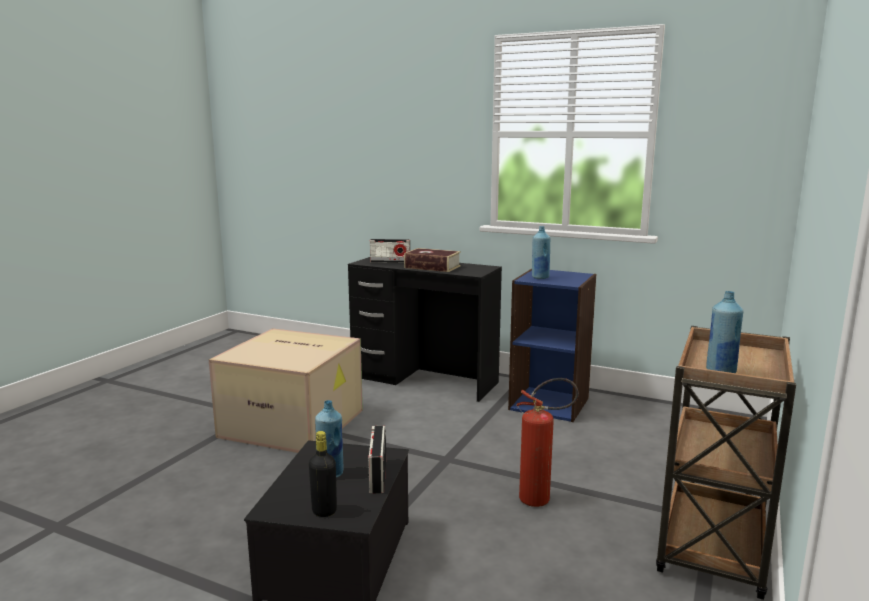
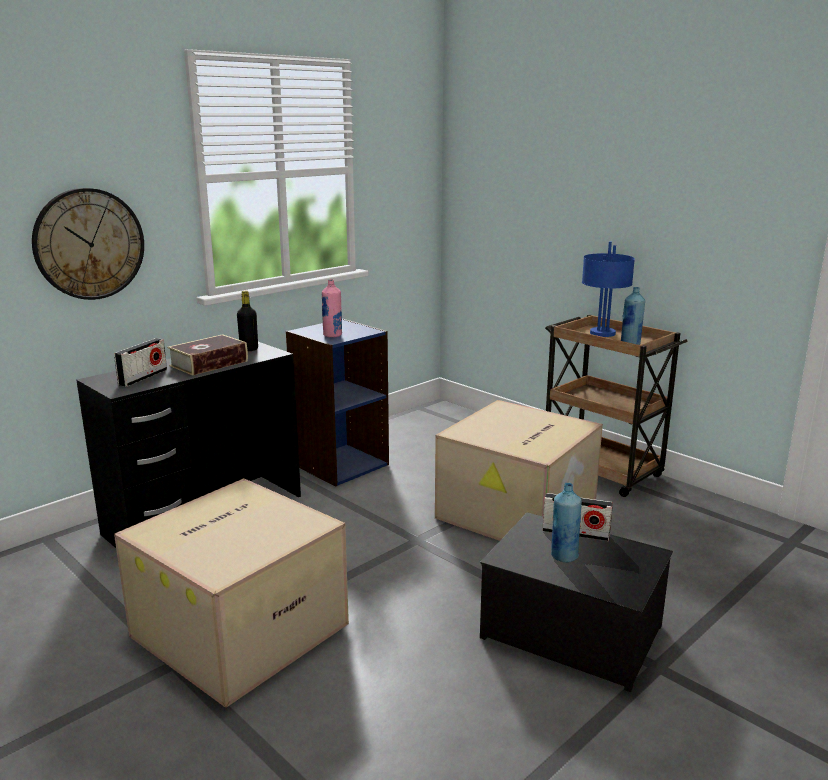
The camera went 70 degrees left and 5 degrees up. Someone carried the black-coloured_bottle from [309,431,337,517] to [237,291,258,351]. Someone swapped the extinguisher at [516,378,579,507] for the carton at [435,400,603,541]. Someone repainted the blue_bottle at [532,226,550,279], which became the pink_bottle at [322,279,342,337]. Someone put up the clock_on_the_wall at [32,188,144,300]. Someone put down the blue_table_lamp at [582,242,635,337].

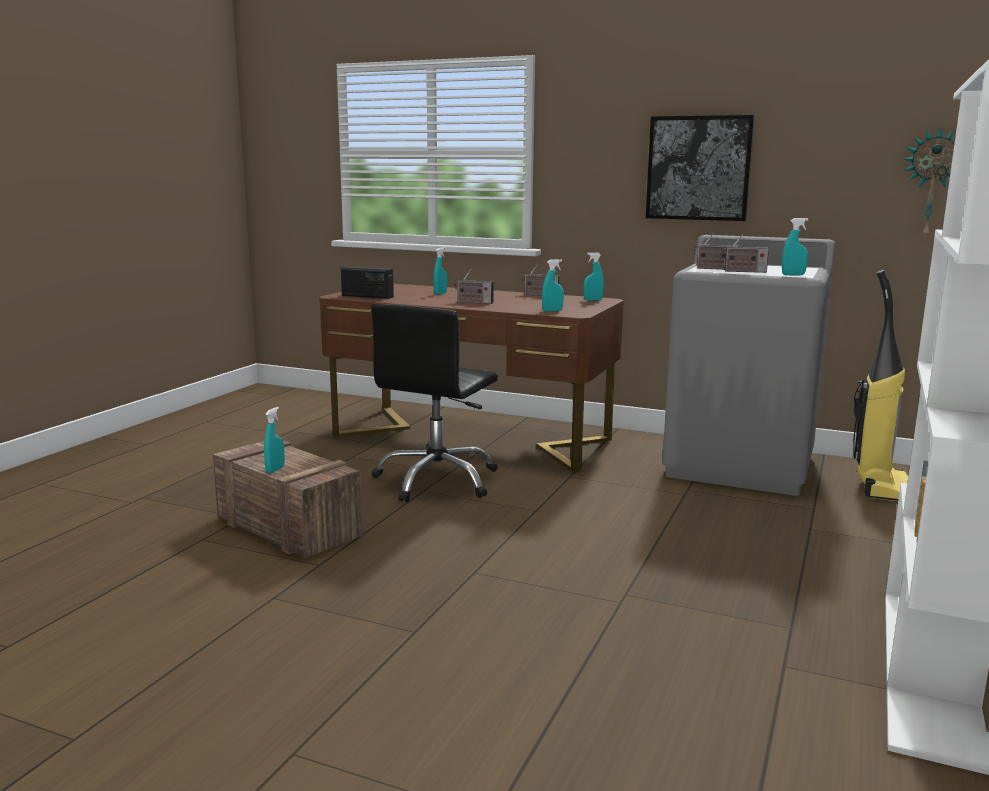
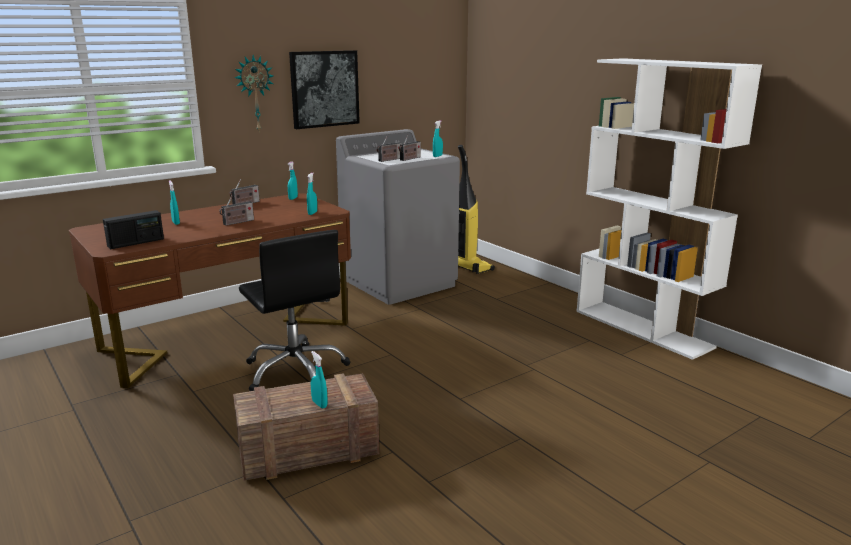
The camera went 60 degrees left and 5 degrees up. Someone carried the clock_on_the_wall from [903,127,955,239] to [234,55,274,133].

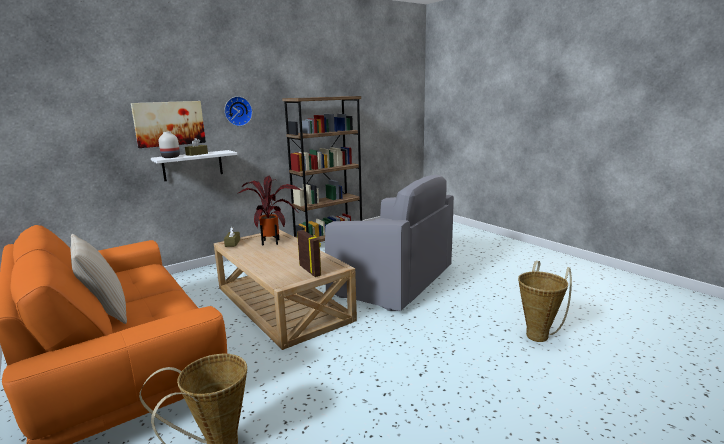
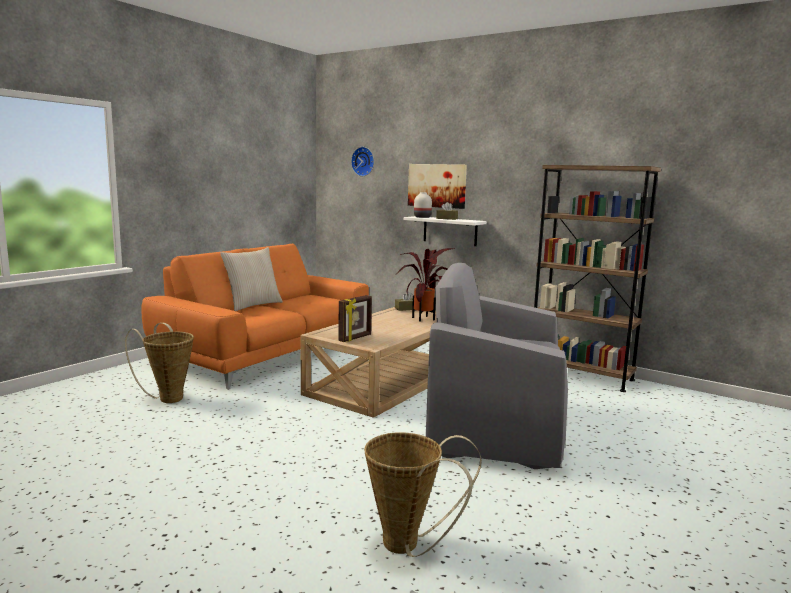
The camera went 70 degrees right and 5 degrees down. Someone carried the clock_on_the_wall from [224,96,253,126] to [351,147,374,176]. Someone rotated the greyish_easy_chair at [325,175,454,311] by 90 degrees clockwise.

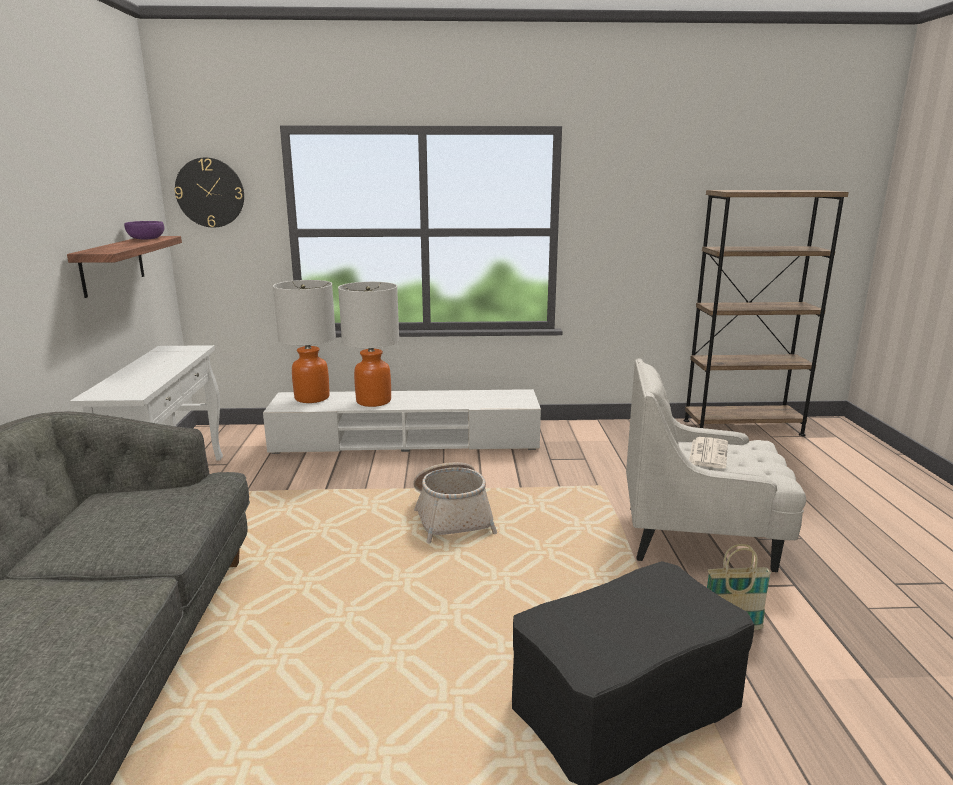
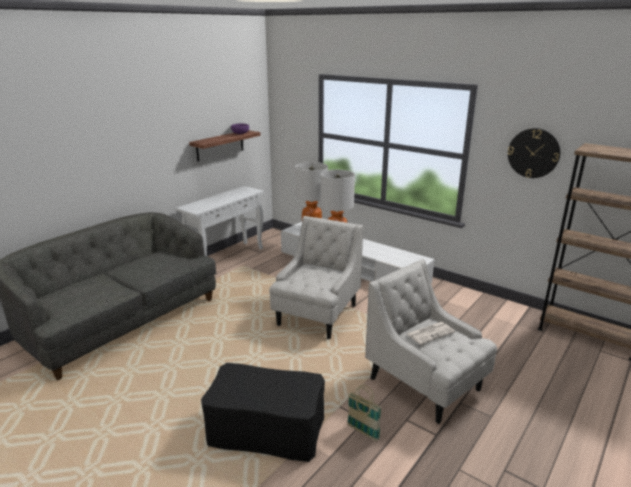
The camera went 40 degrees right and 5 degrees up. Someone carried the clock_on_the_wall from [174,158,244,228] to [508,128,560,178]. Someone swapped the basket at [414,462,497,544] for the white_easy_chair at [269,216,363,339].

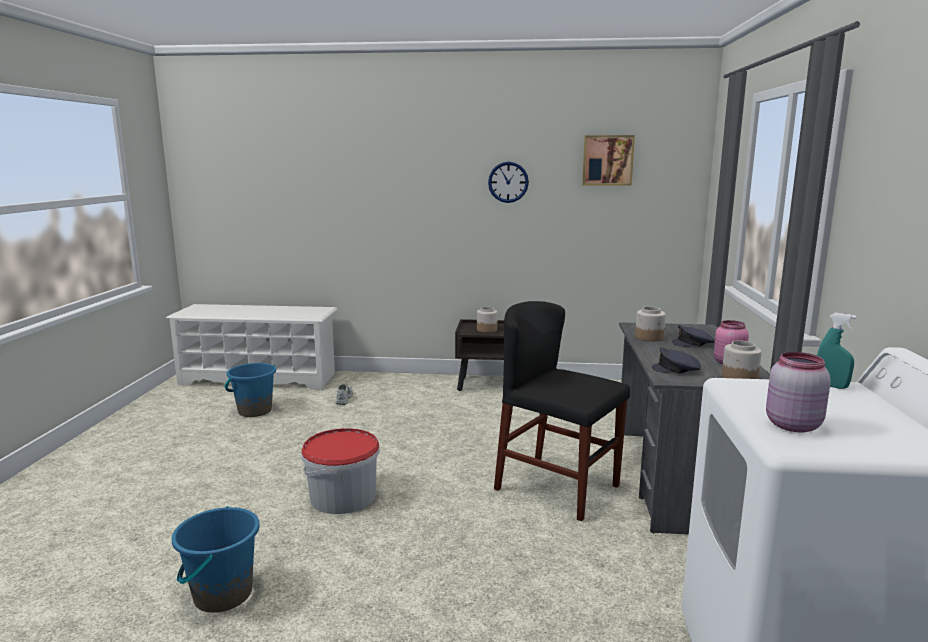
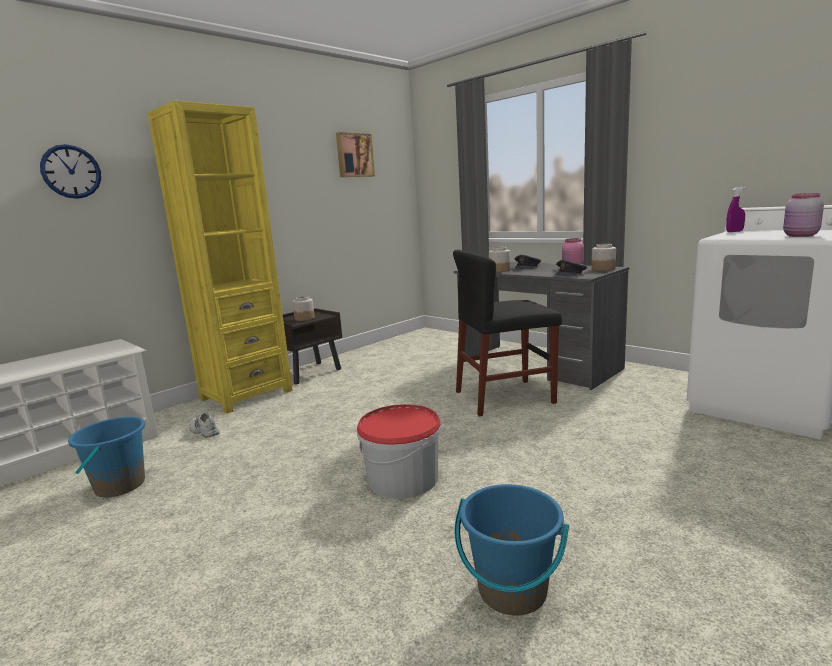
The camera went 50 degrees left and 0 degrees up. Someone carried the clock_on_the_wall from [488,162,529,203] to [40,144,101,199]. Someone repainted the turquoise-coloured_spray_bottle at [817,313,857,389], which became the purplish_spray_bottle at [726,187,746,232]. Someone put down the yellow_shelving_unit at [148,100,293,414].

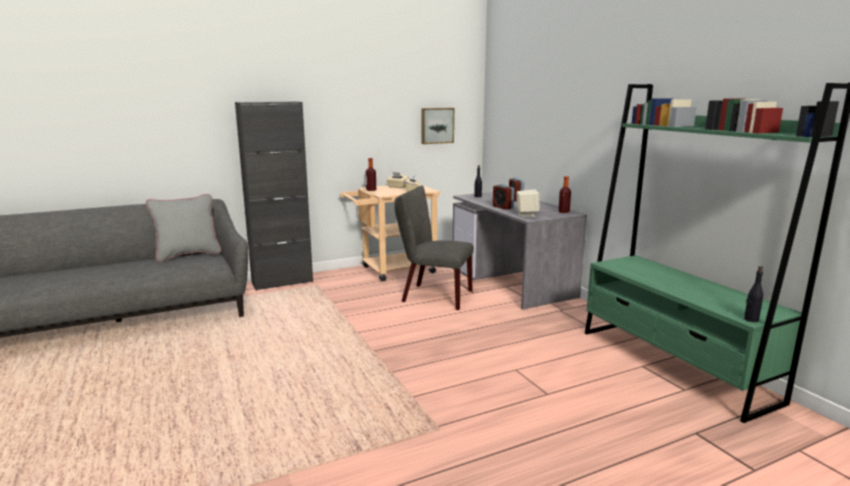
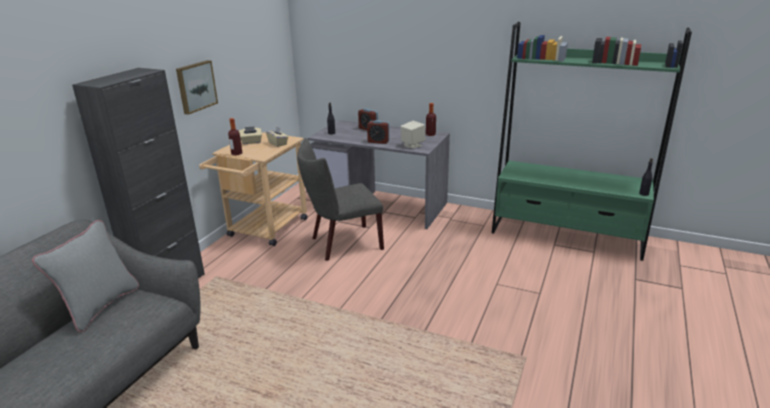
The camera went 40 degrees left and 10 degrees up. Someone carried the picture from [421,108,454,144] to [176,60,218,115].

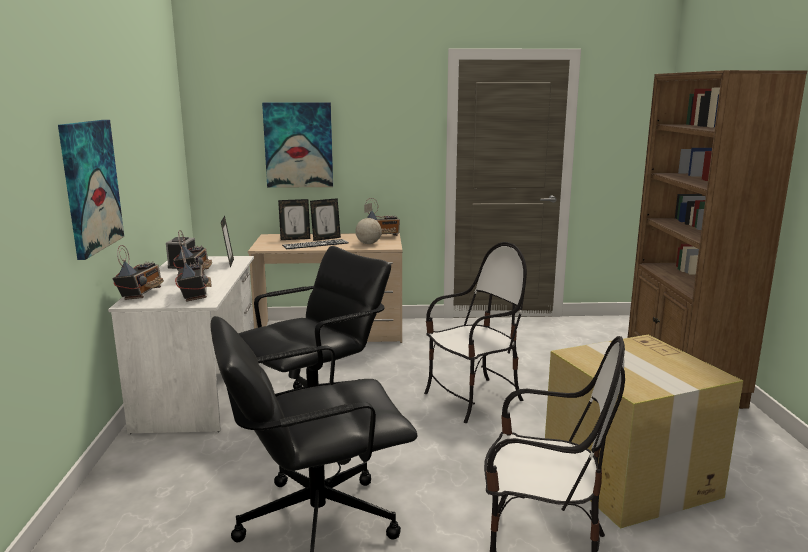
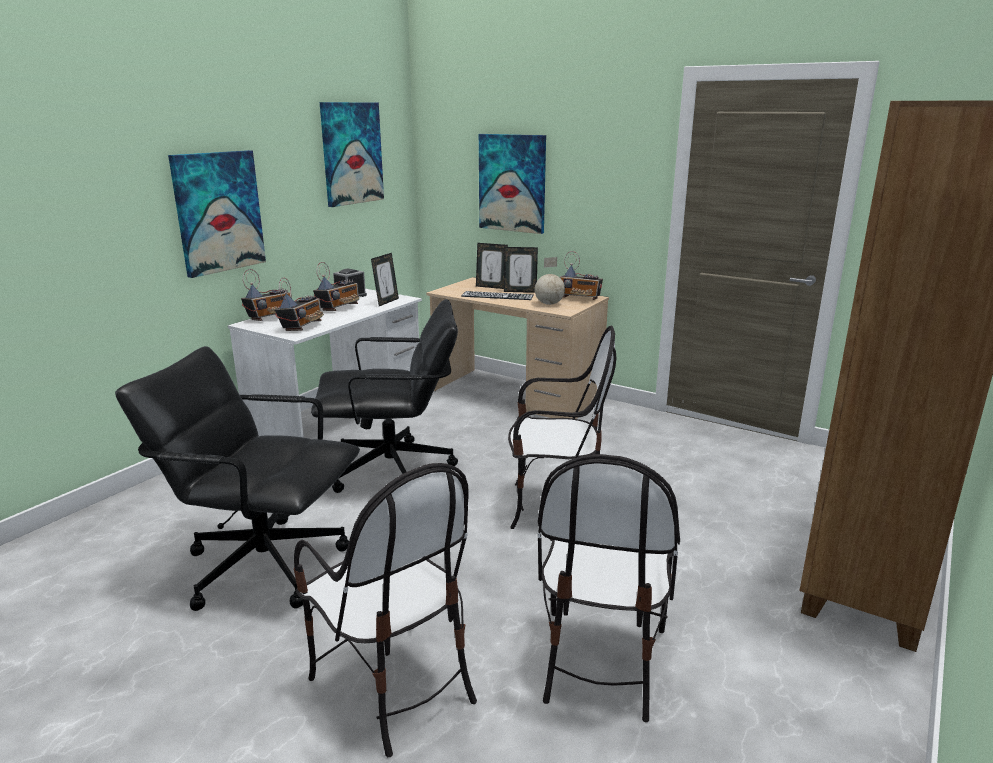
The camera went 35 degrees right and 5 degrees up. Someone swapped the carton at [545,335,743,529] for the chair at [537,454,680,722]. Someone put up the picture at [320,102,384,207].

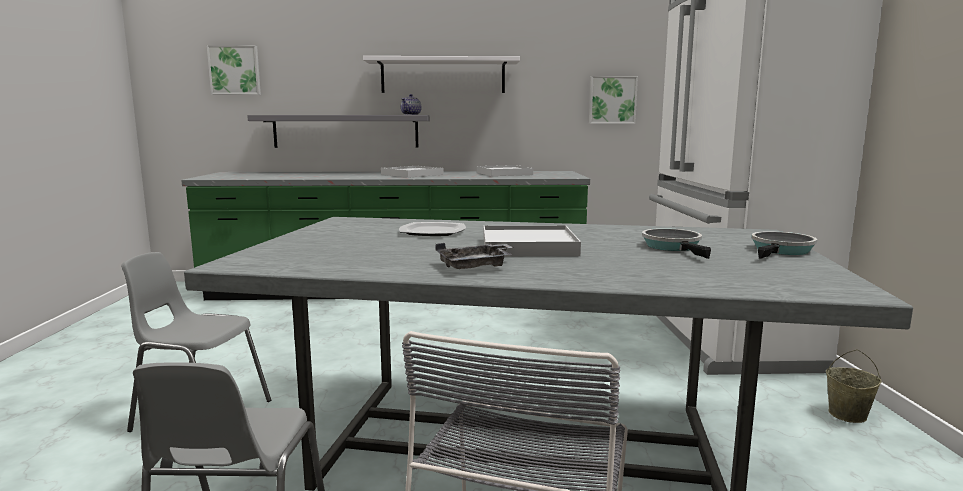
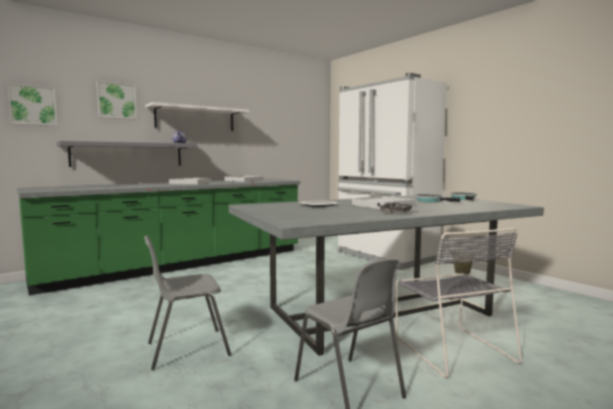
The camera went 35 degrees left and 5 degrees down. Someone carried the picture from [589,76,638,124] to [96,81,137,120].

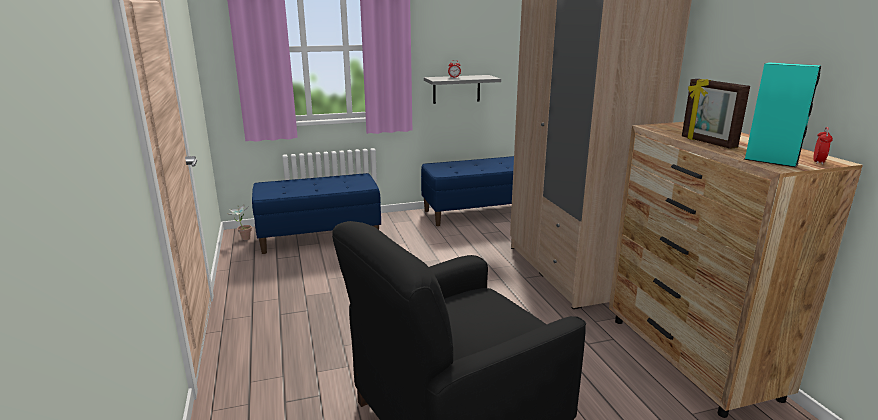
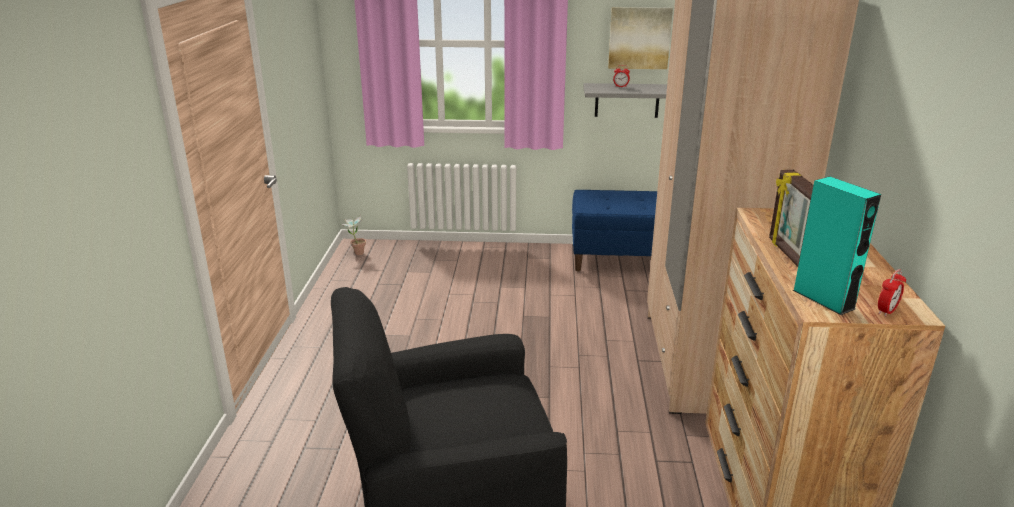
The camera went 20 degrees right and 5 degrees up. Someone took away the blue_long_seat at [252,173,381,254]. Someone put up the picture at [608,7,673,69].

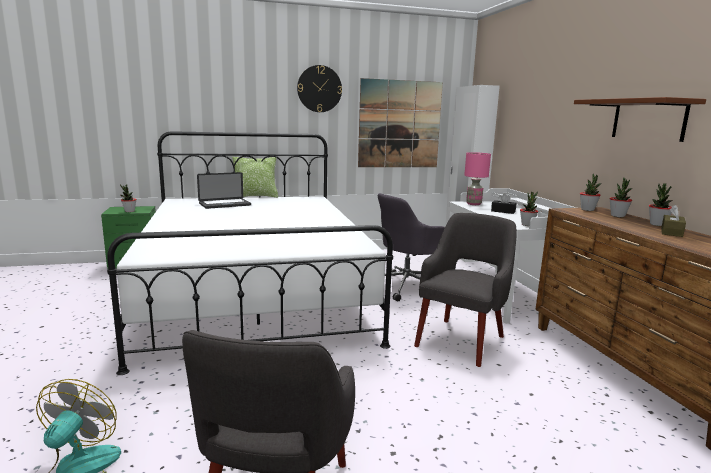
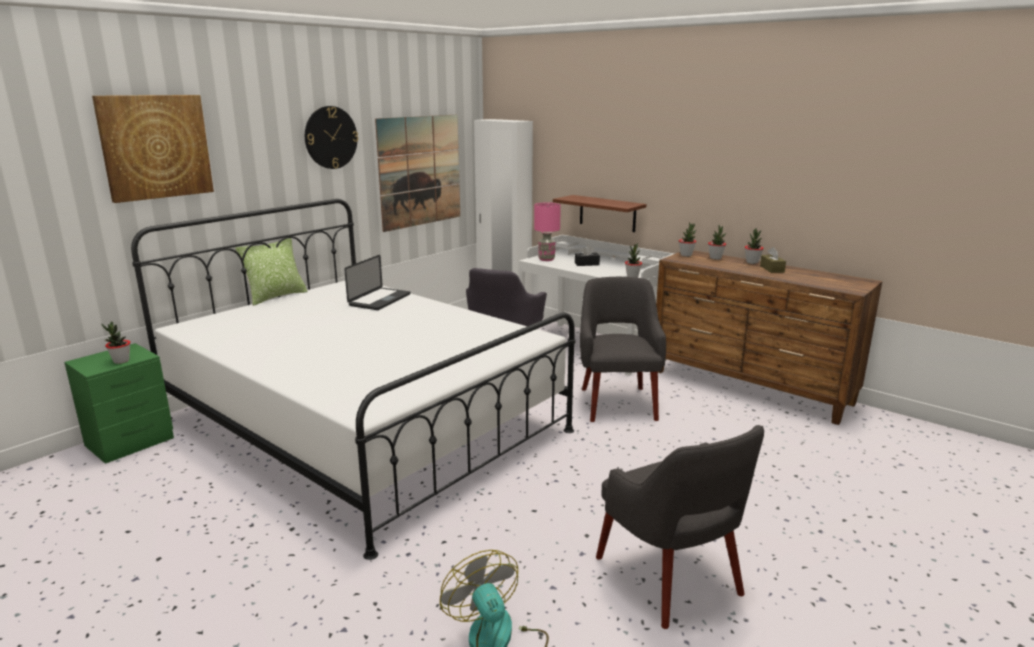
The camera went 35 degrees left and 5 degrees up. Someone carried the notebook_computer from [197,172,251,209] to [344,255,411,310]. Someone carried the brownish_wall_shelf from [574,97,706,142] to [553,195,647,232]. Someone put up the picture at [92,95,214,203].

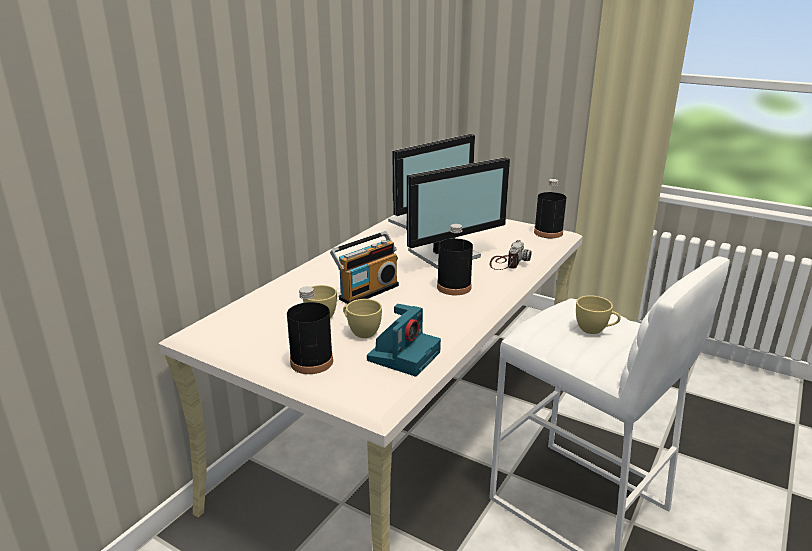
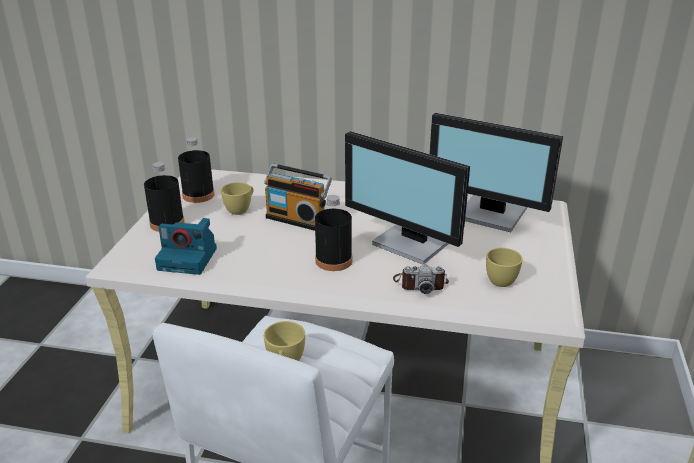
The camera went 70 degrees right and 5 degrees up. Someone carried the yellow_cup from [343,299,382,338] to [486,248,523,287]. Someone carried the black-coloured_bottle from [534,179,566,238] to [178,137,215,203].

